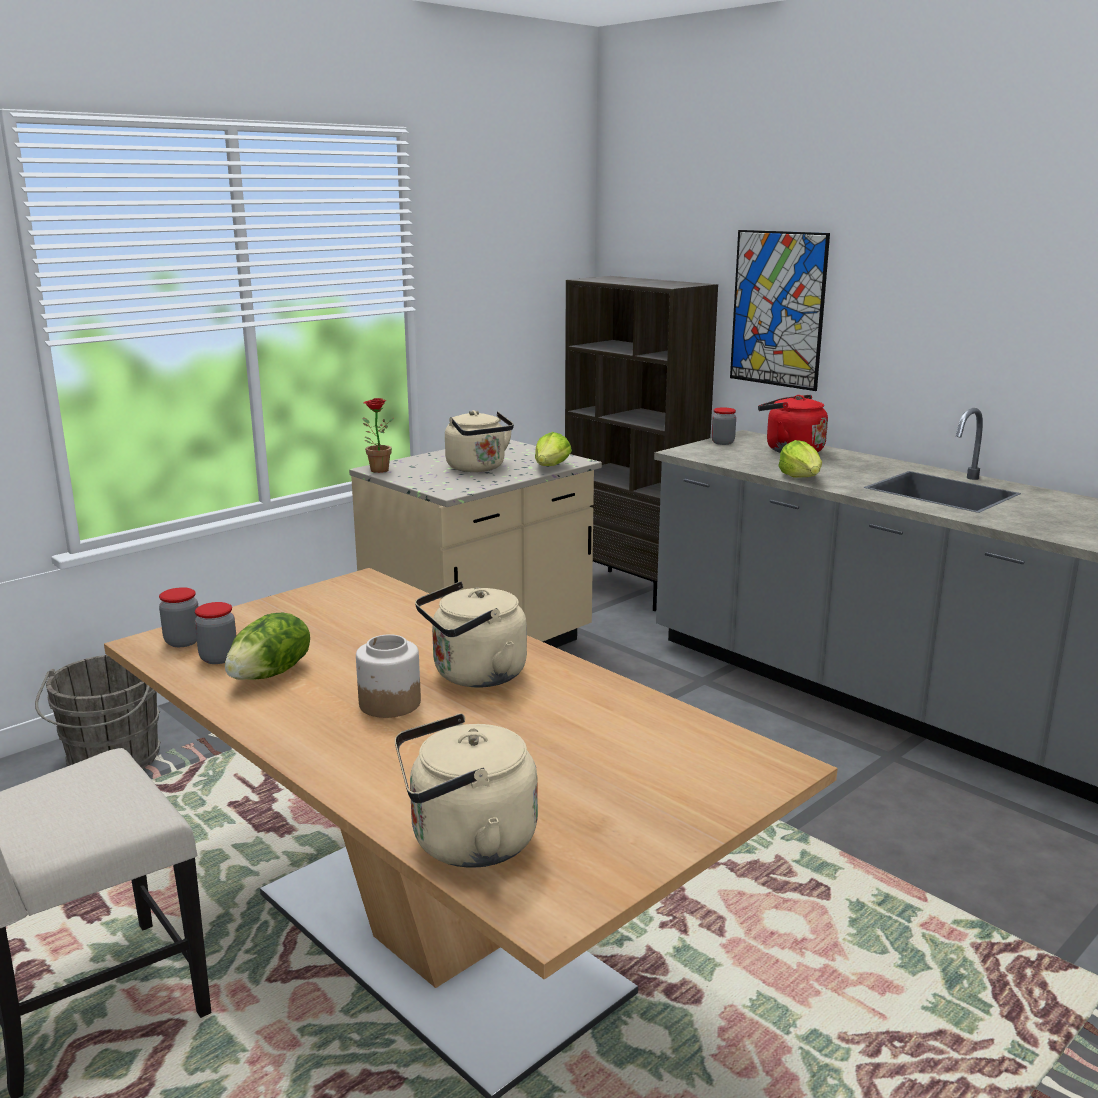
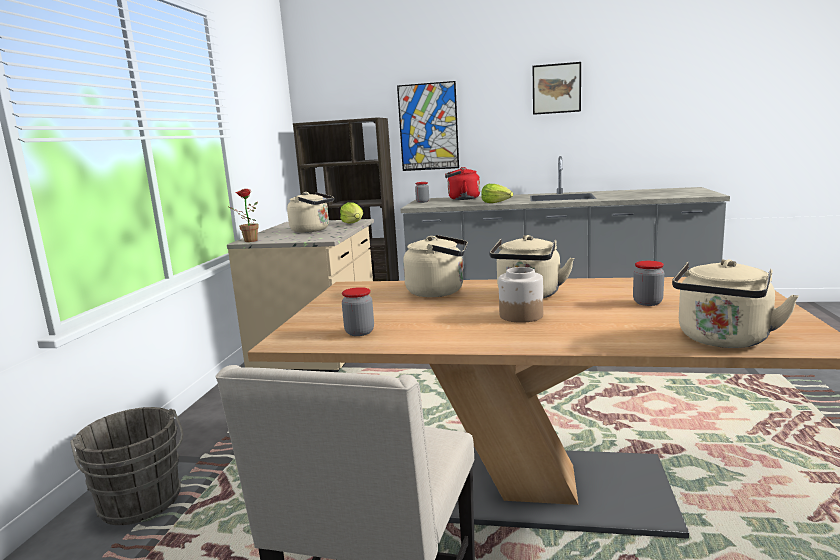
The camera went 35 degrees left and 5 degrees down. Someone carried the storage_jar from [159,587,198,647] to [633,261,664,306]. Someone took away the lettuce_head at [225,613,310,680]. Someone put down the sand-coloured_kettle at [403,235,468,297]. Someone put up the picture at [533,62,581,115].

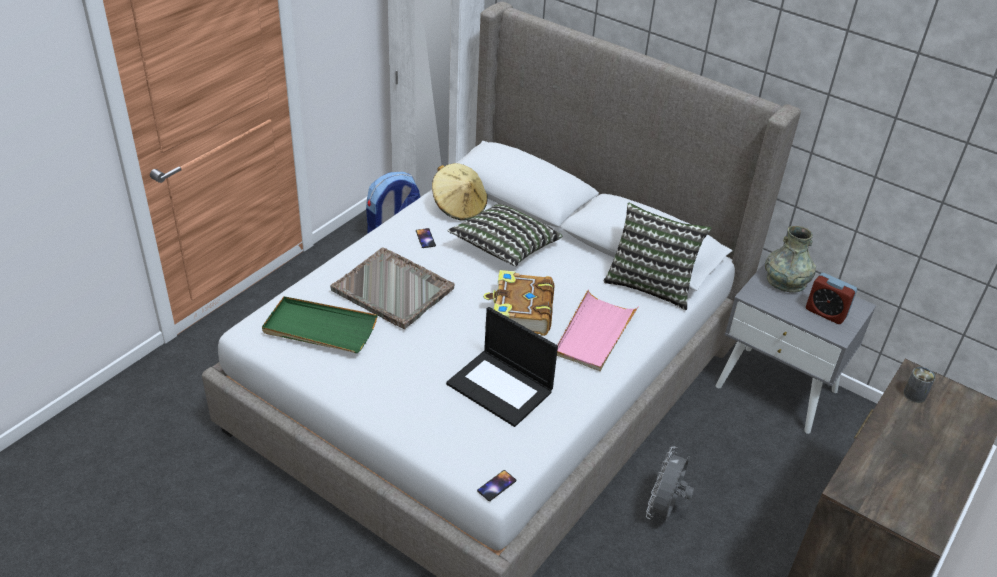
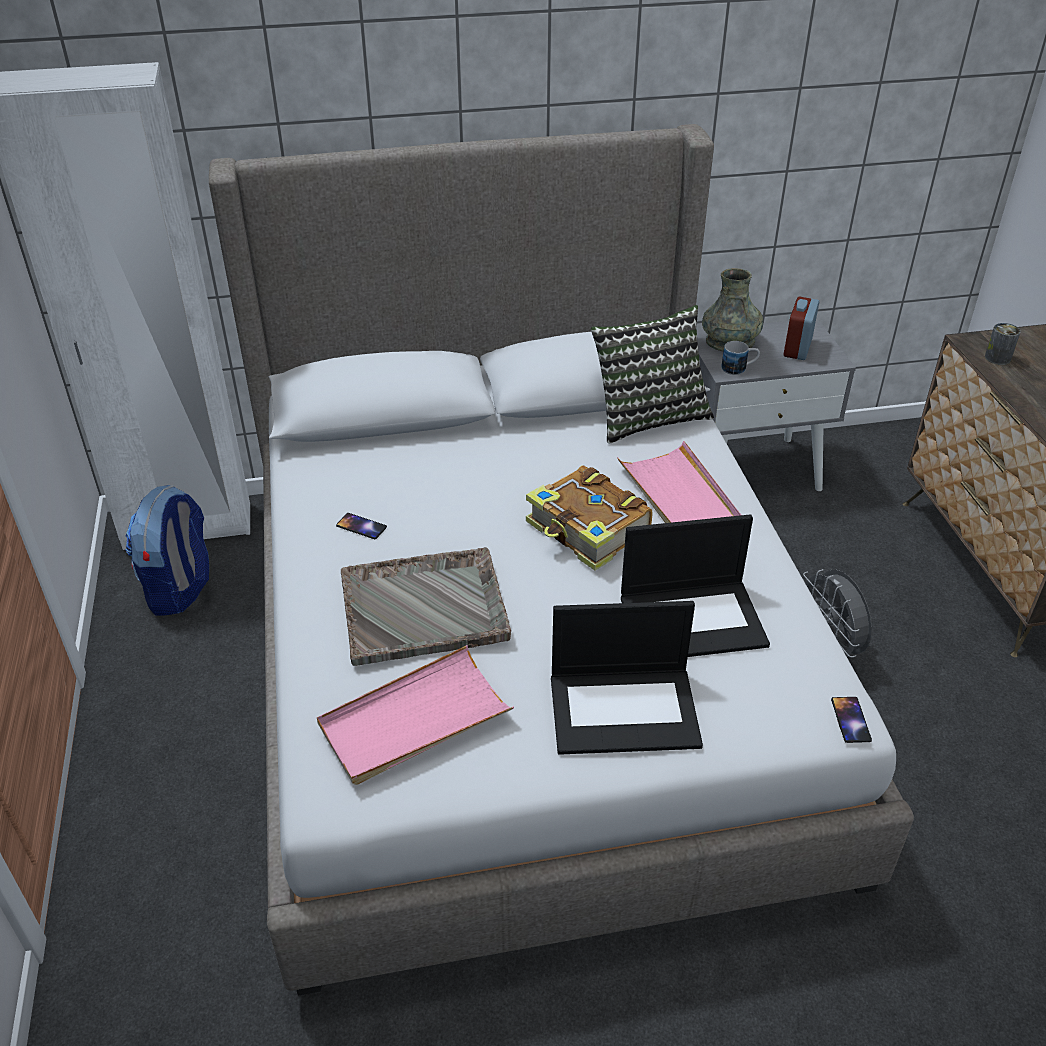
The camera went 45 degrees left and 0 degrees up. Someone repainted the green_carrying_tray at [262,296,378,353], which became the pink_carrying_tray at [317,645,514,785]. Someone took away the sand-coloured_clothing_hat at [432,163,488,221]. Someone took away the pillow at [448,203,562,267]. Someone rotated the table_clock at [806,273,857,324] by 120 degrees clockwise. Someone put down the notebook_computer at [551,601,703,755]. Someone put down the mug at [721,341,760,375].

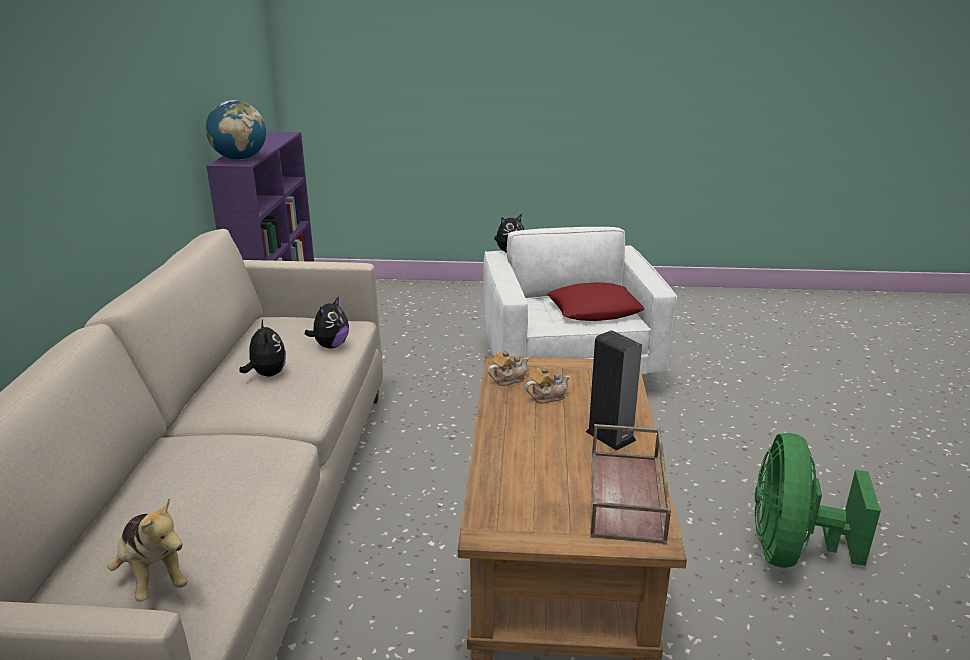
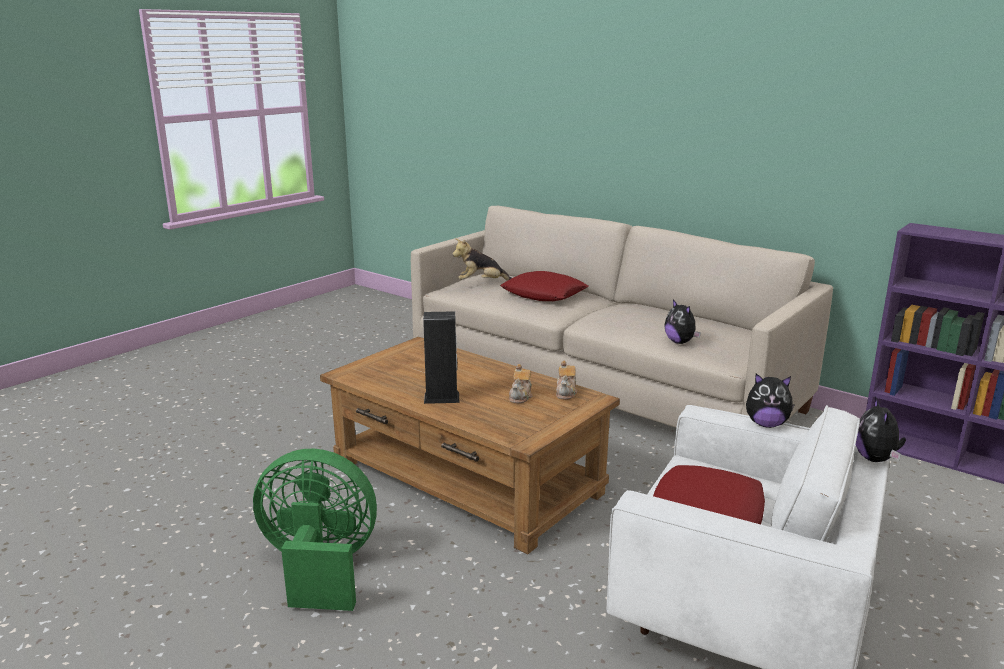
The camera went 125 degrees right and 5 degrees down. Someone took away the desk_globe at [206,100,266,160]. Someone carried the cuddly_toy from [239,319,286,377] to [746,374,795,428]. Someone took away the brownish_carrying_tray at [590,424,671,545]. Someone rotated the green_electric_fan at [755,433,881,568] by 45 degrees counterclockwise. Someone put down the reddish_pillow at [500,271,588,301].

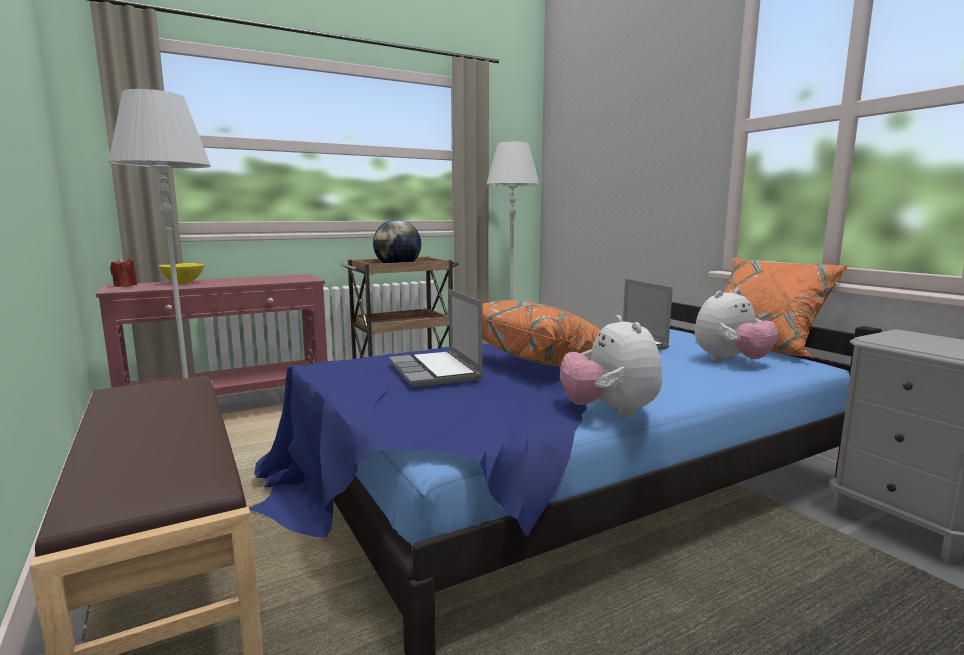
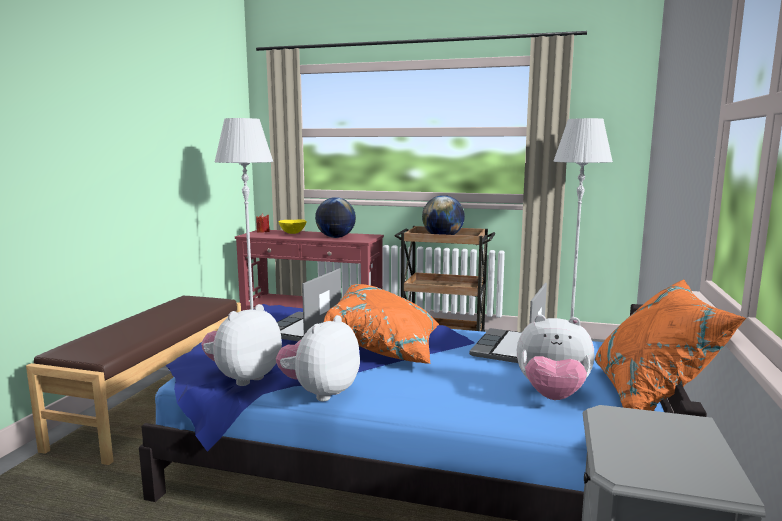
The camera went 45 degrees right and 0 degrees up. Someone put down the cuddly_toy at [201,304,282,386]. Someone put down the desk_globe at [315,197,356,238].

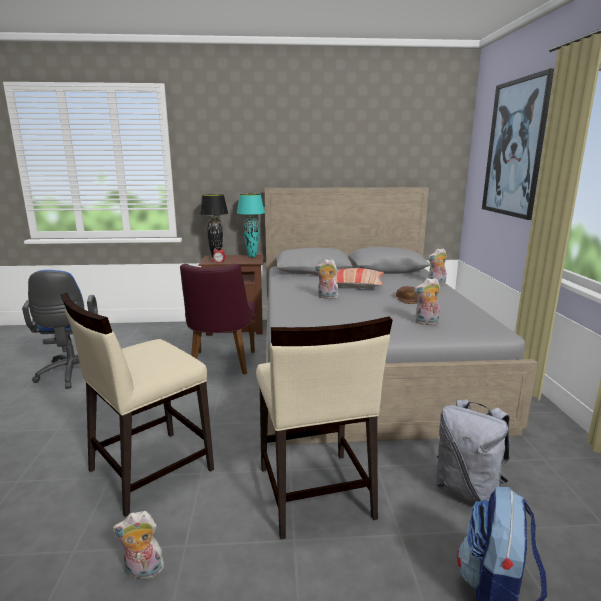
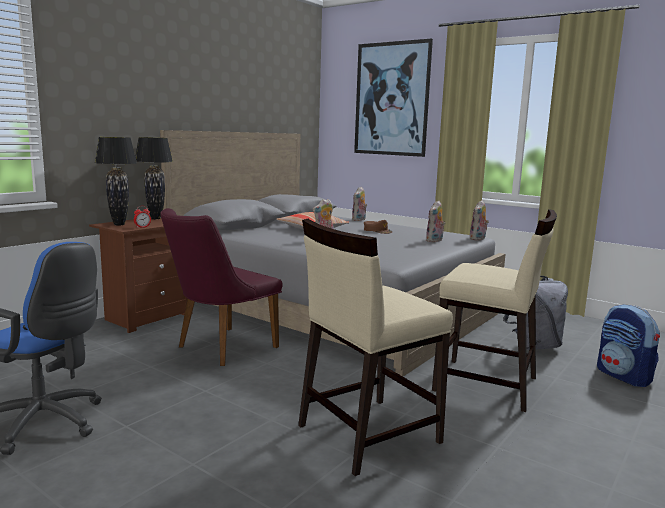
The camera went 50 degrees left and 5 degrees down. Someone rotated the sand-coloured_chair at [61,293,214,517] by 60 degrees clockwise. Someone carried the cuddly_toy from [113,511,168,579] to [470,200,489,240]. Someone rotated the purplish_chair at [180,264,256,375] by 90 degrees clockwise. Someone repainted the turquoise-coloured_table_lamp at [237,194,265,257], which became the black-coloured_table_lamp at [135,137,173,219].

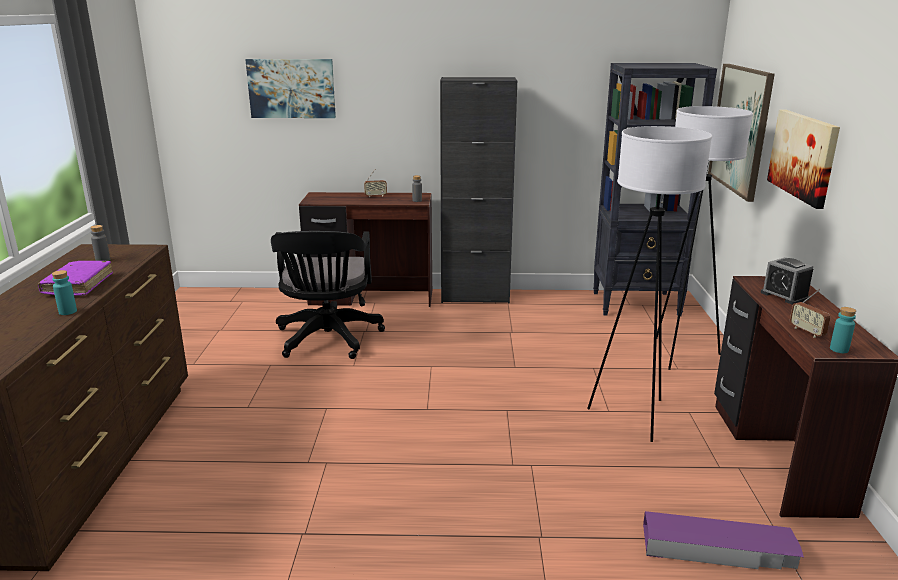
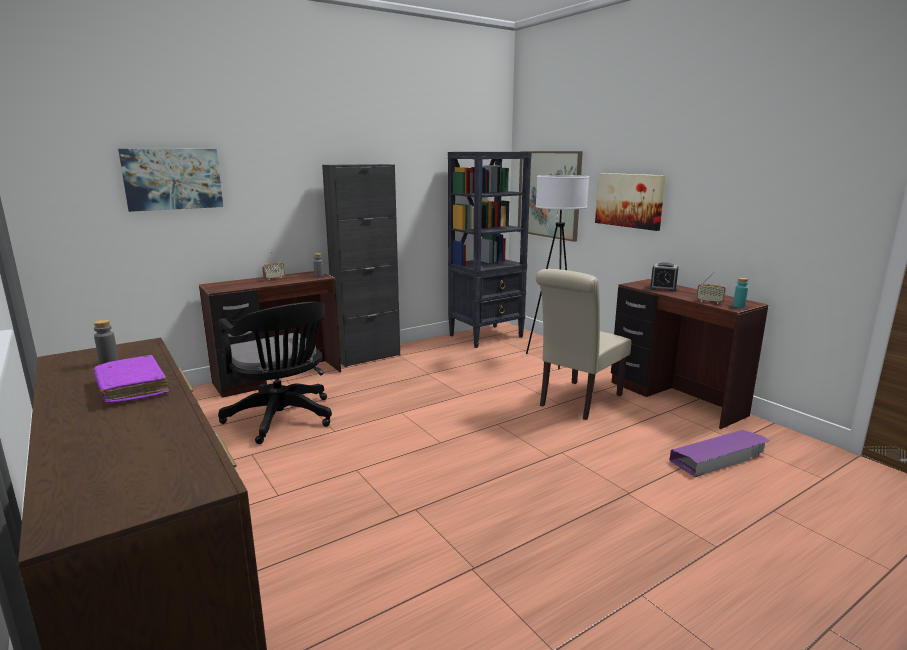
The camera went 35 degrees left and 5 degrees down. Someone took away the turquoise-coloured_bottle at [52,270,77,315]. Someone swapped the white_floor_lamp at [587,126,712,442] for the sand-coloured_chair at [536,269,631,420].

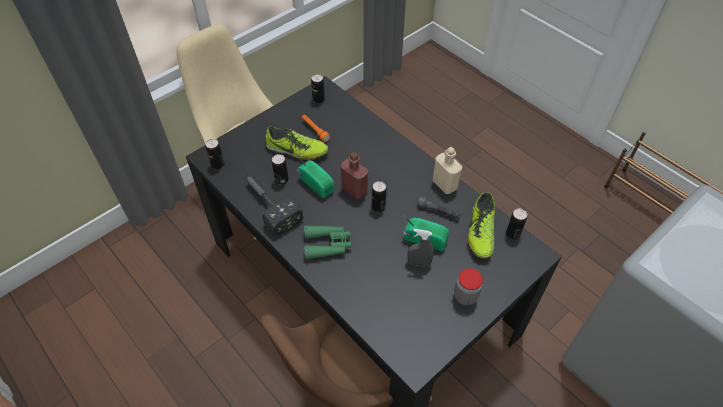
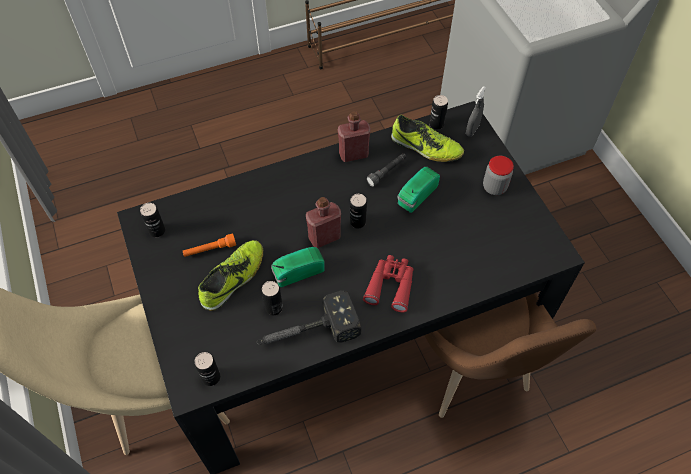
The camera went 70 degrees left and 5 degrees up. Someone repainted the green_binoculars at [304,225,351,260], which became the reddish_binoculars at [363,255,414,312]. Someone carried the greyish_spray_bottle from [407,229,434,267] to [466,86,486,137]. Someone repainted the sand-coloured_bottle at [433,147,462,194], which became the reddish_bottle at [338,111,371,162].

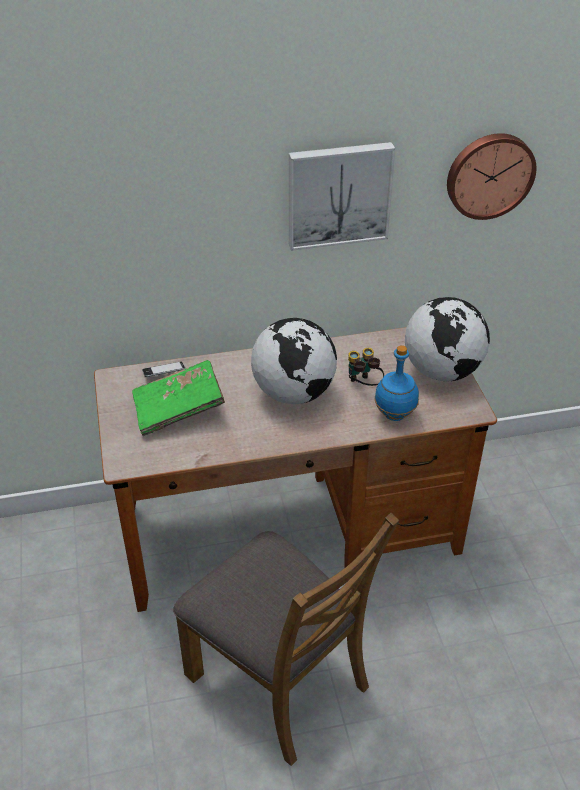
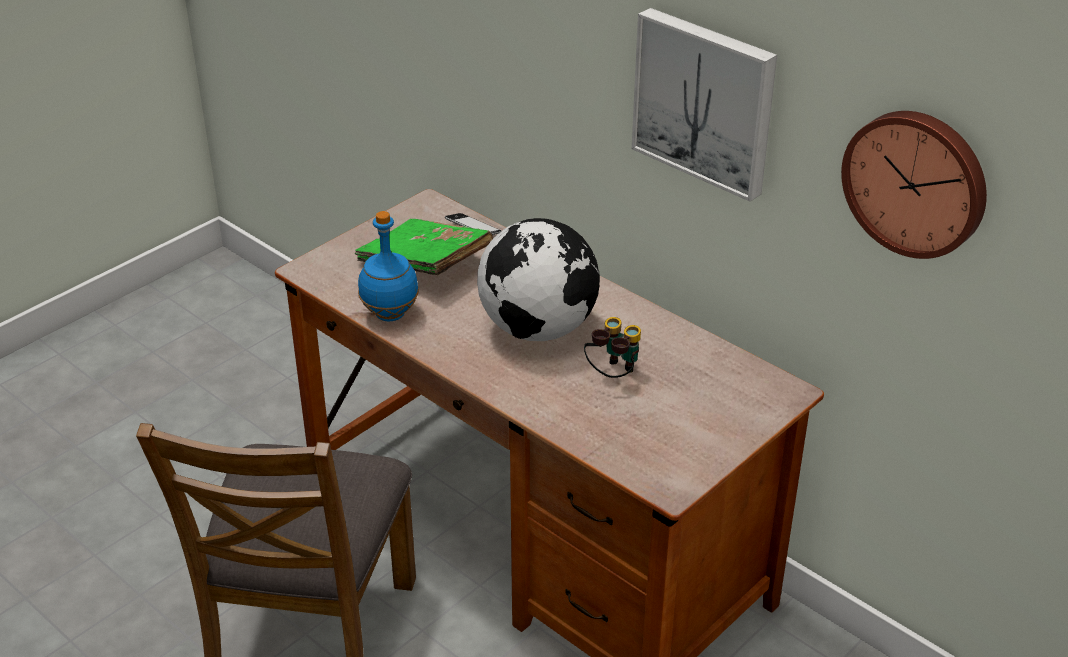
The camera went 55 degrees right and 5 degrees down. Someone carried the blue_bottle from [375,345,419,421] to [358,211,419,321]. Someone took away the desk_globe at [405,297,490,381].

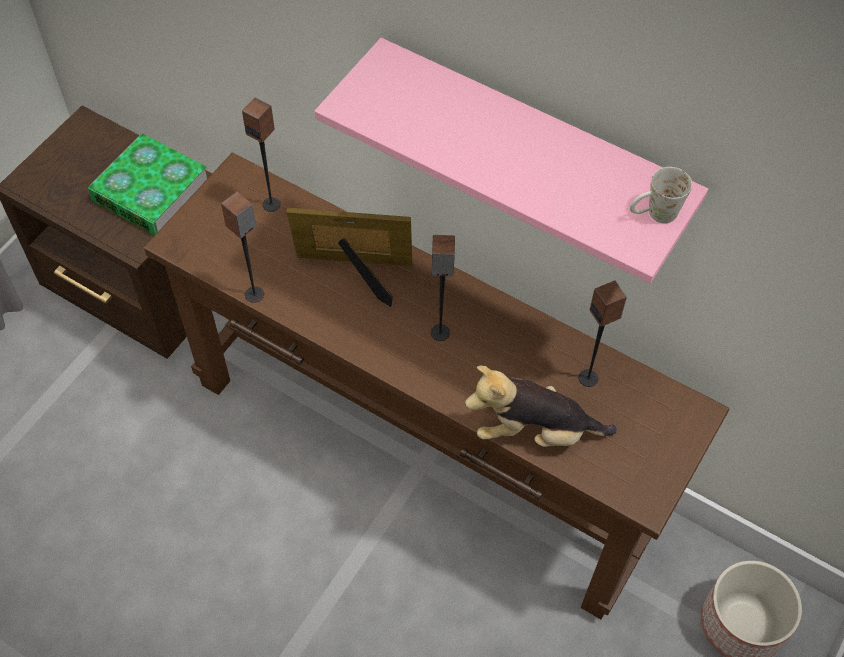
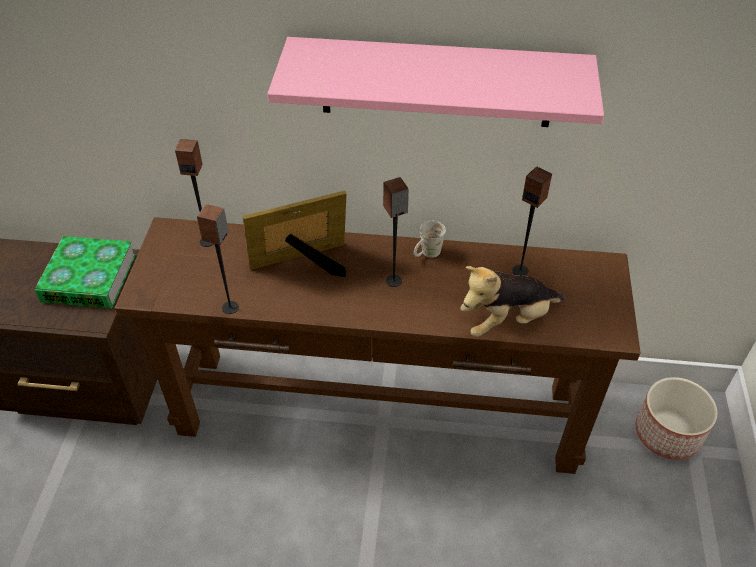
The camera went 25 degrees left and 10 degrees down. Someone carried the white_mug from [630,167,692,223] to [414,221,446,258].

